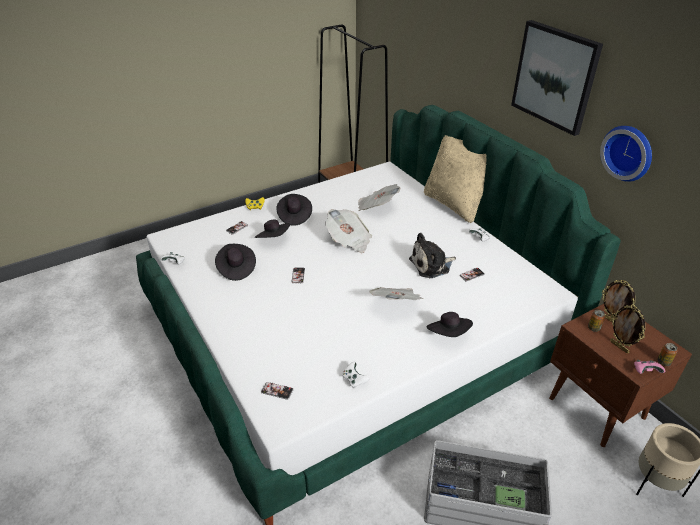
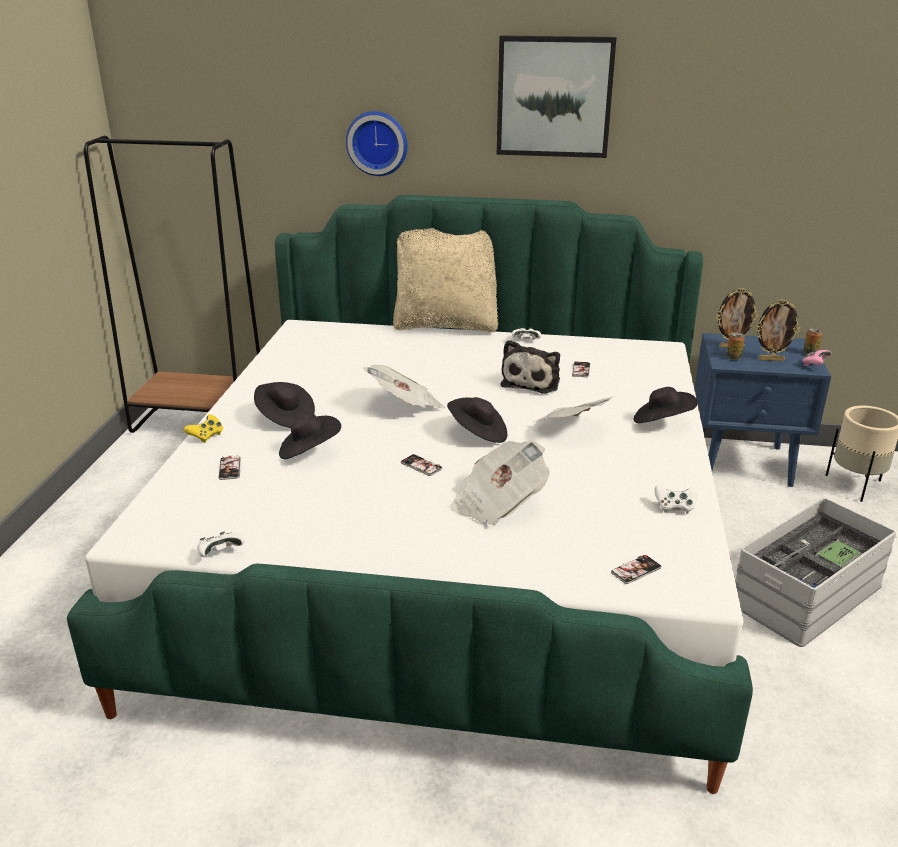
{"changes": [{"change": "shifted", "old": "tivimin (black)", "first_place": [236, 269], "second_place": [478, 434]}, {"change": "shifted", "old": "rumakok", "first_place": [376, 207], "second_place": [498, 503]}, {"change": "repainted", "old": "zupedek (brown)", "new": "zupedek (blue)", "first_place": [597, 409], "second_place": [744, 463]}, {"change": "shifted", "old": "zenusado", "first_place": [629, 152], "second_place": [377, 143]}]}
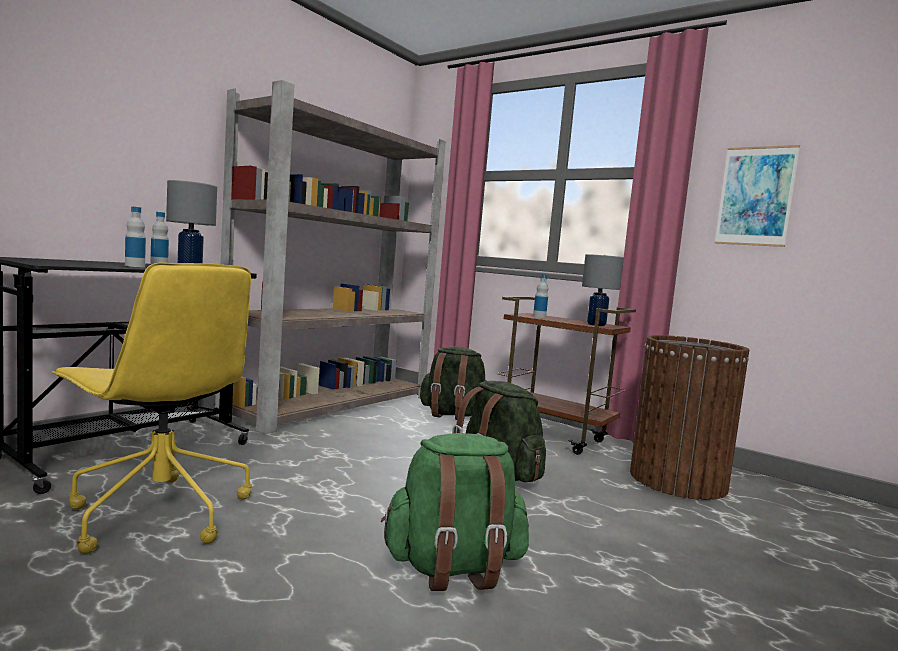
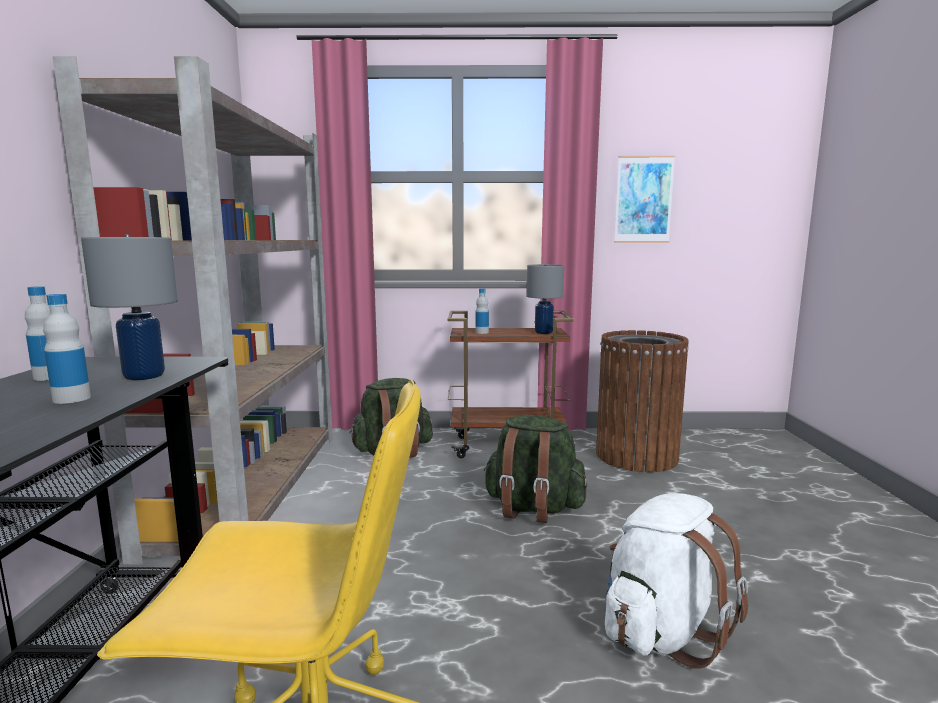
{"changes": [{"change": "repainted", "old": "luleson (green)", "new": "luleson (white)", "first_place": [453, 568], "second_place": [661, 631]}]}
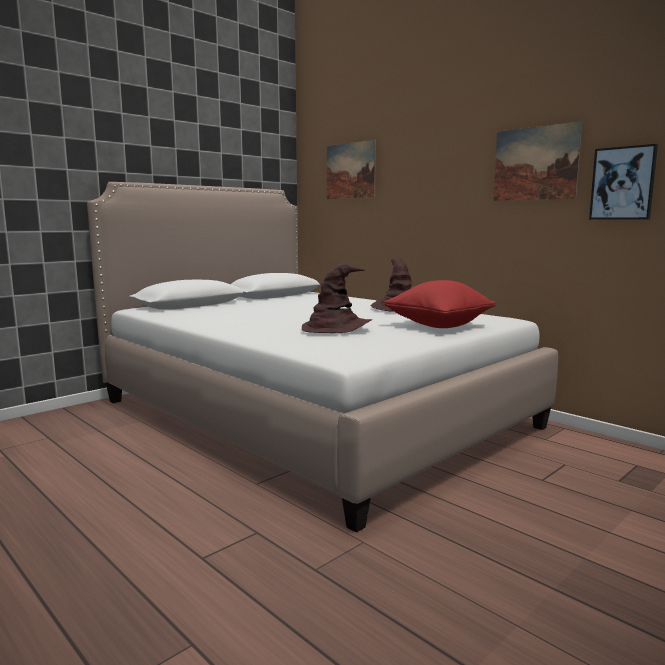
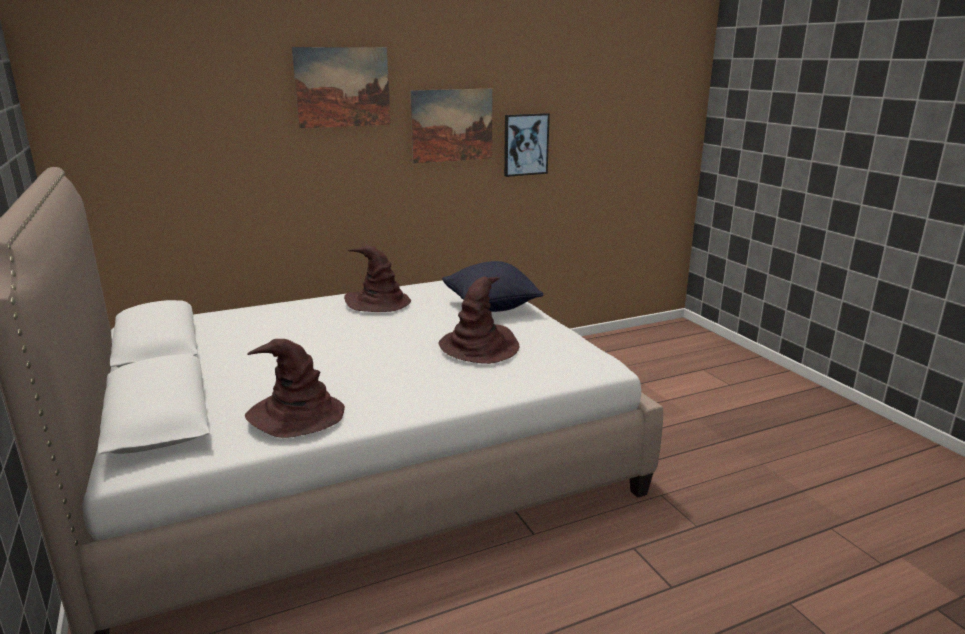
{"changes": [{"change": "shifted", "old": "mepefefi", "first_place": [350, 170], "second_place": [343, 87]}, {"change": "repainted", "old": "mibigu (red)", "new": "mibigu (black)", "first_place": [438, 326], "second_place": [491, 308]}, {"change": "new", "new": "tivimin (brown)", "second_place": [295, 415]}]}
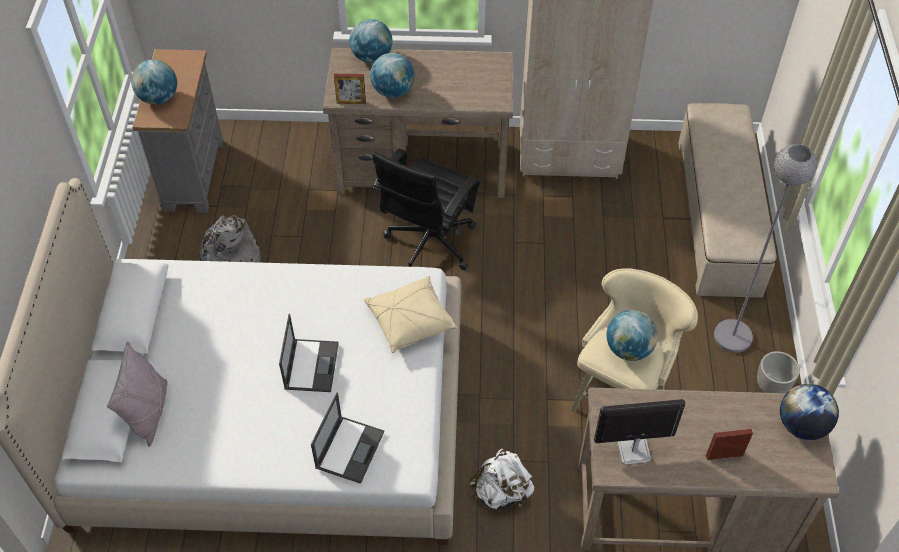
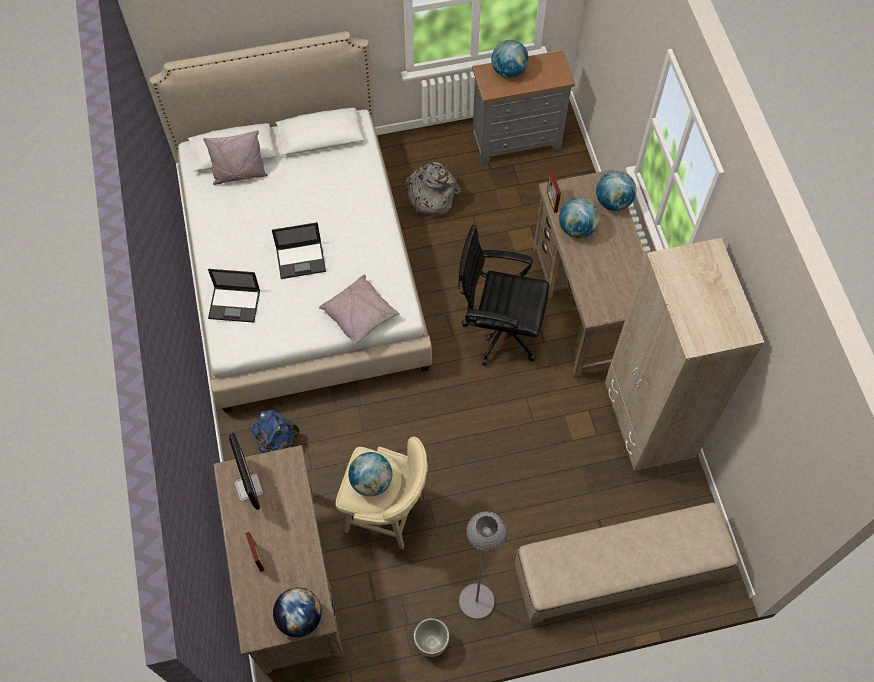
{"changes": [{"change": "repainted", "old": "mibigu (beige)", "new": "mibigu (purple)", "first_place": [410, 321], "second_place": [360, 315]}, {"change": "repainted", "old": "luleson (white)", "new": "luleson (blue)", "first_place": [501, 493], "second_place": [276, 440]}]}
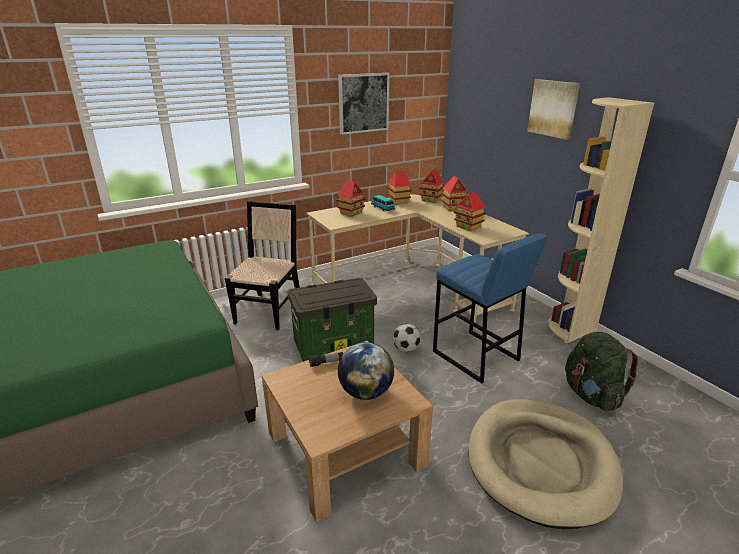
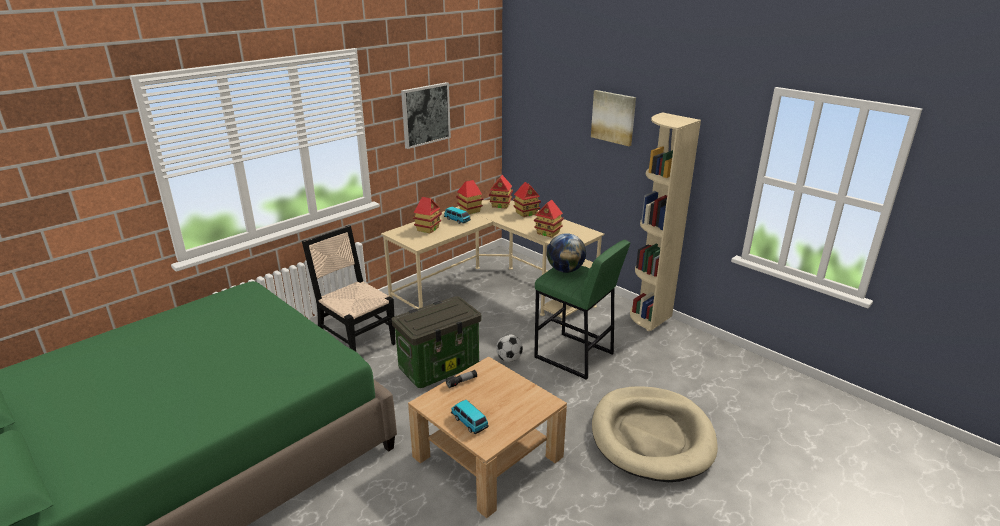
{"changes": [{"change": "rotated", "old": "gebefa", "first_place": [269, 311], "second_place": [356, 341], "degrees": -45}, {"change": "shifted", "old": "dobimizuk", "first_place": [365, 392], "second_place": [565, 270]}, {"change": "repainted", "old": "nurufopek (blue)", "new": "nurufopek (green)", "first_place": [477, 357], "second_place": [576, 356]}, {"change": "gone", "old": "luleson (green)", "first_place": [591, 395]}, {"change": "new", "new": "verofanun", "second_place": [469, 422]}]}
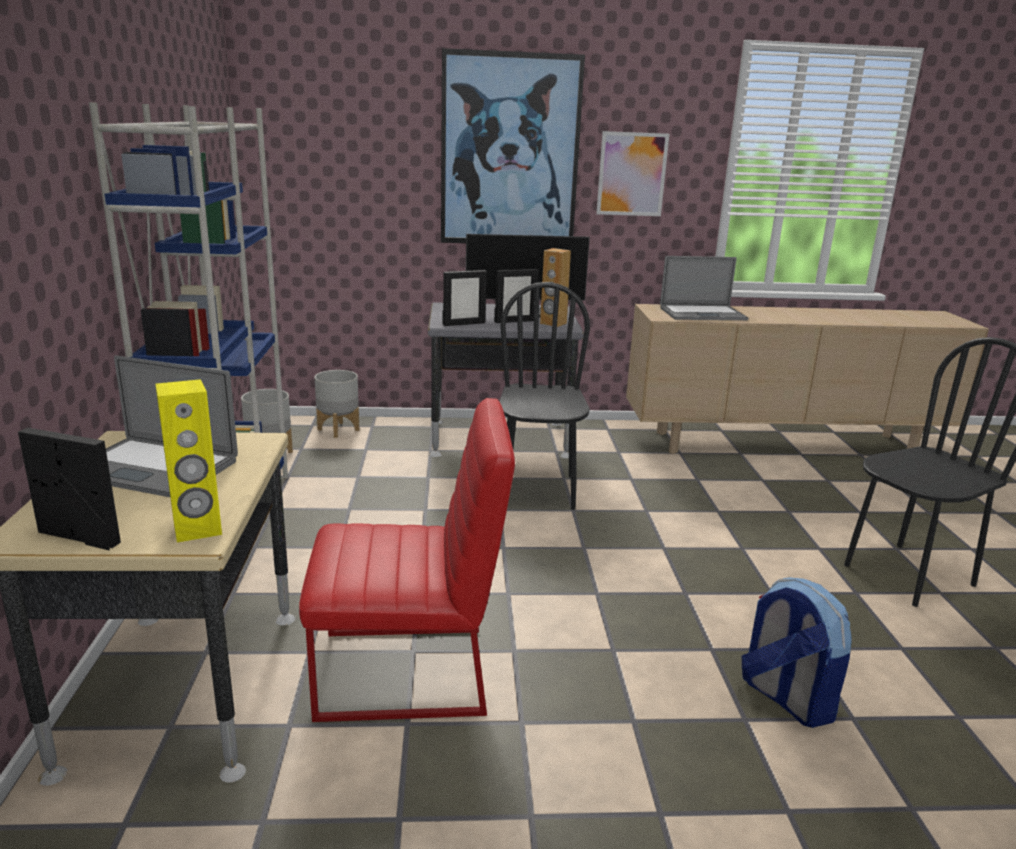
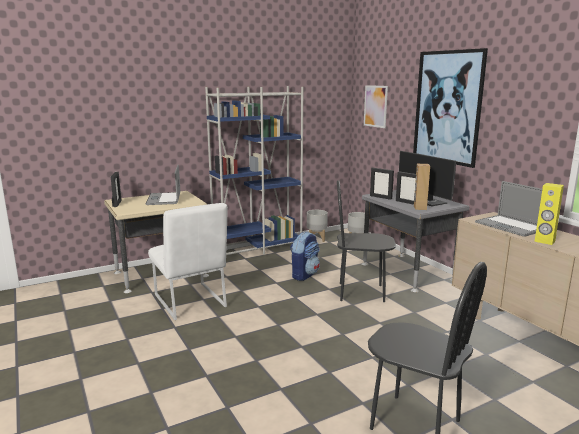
{"changes": [{"change": "shifted", "old": "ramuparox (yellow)", "first_place": [197, 530], "second_place": [544, 241]}, {"change": "repainted", "old": "gebefa (red)", "new": "gebefa (white)", "first_place": [409, 672], "second_place": [190, 301]}, {"change": "rotated", "old": "gebefa (black)", "first_place": [538, 490], "second_place": [361, 292], "degrees": -150}, {"change": "shifted", "old": "mepefefi", "first_place": [632, 174], "second_place": [375, 106]}, {"change": "shifted", "old": "luleson", "first_place": [785, 698], "second_place": [304, 275]}]}
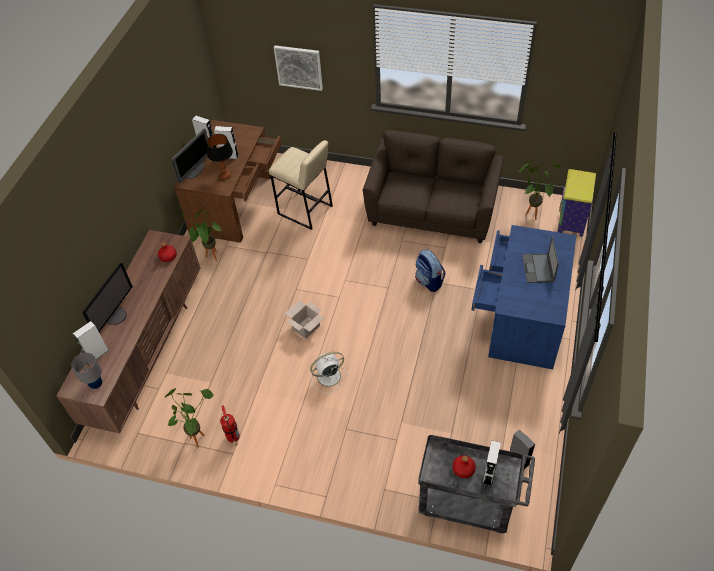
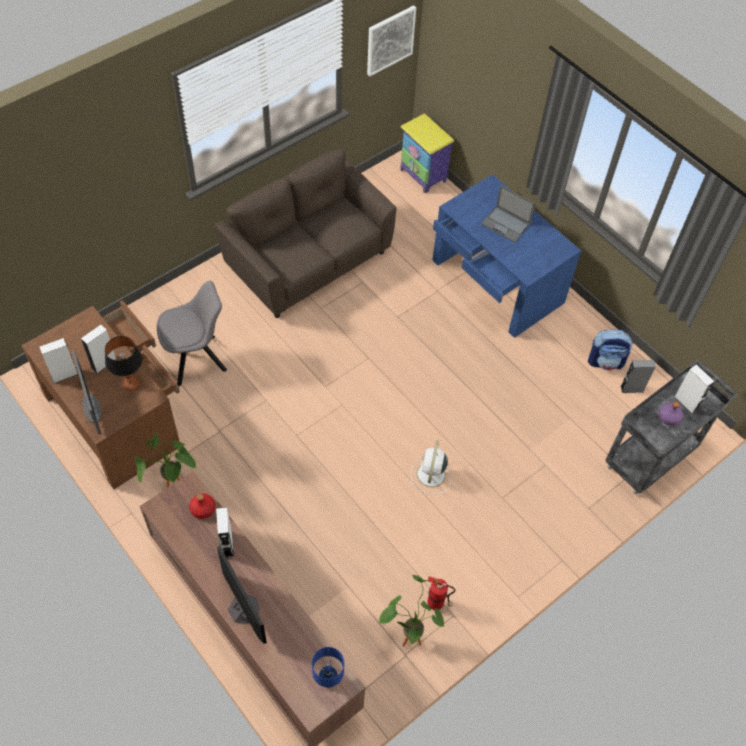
{"changes": [{"change": "repainted", "old": "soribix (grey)", "new": "soribix (blue)", "first_place": [95, 384], "second_place": [328, 680]}, {"change": "shifted", "old": "ramuparox (white)", "first_place": [97, 354], "second_place": [227, 544]}, {"change": "swapped", "old": "nurufopek (beige)", "new": "gebefa (grey)", "first_place": [306, 210], "second_place": [196, 360]}, {"change": "shifted", "old": "mepefefi", "first_place": [299, 67], "second_place": [390, 40]}, {"change": "gone", "old": "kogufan", "first_place": [306, 328]}, {"change": "shifted", "old": "luleson", "first_place": [429, 281], "second_place": [606, 361]}, {"change": "repainted", "old": "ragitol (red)", "new": "ragitol (purple)", "first_place": [463, 469], "second_place": [668, 417]}, {"change": "gone", "old": "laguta", "first_place": [532, 212]}]}
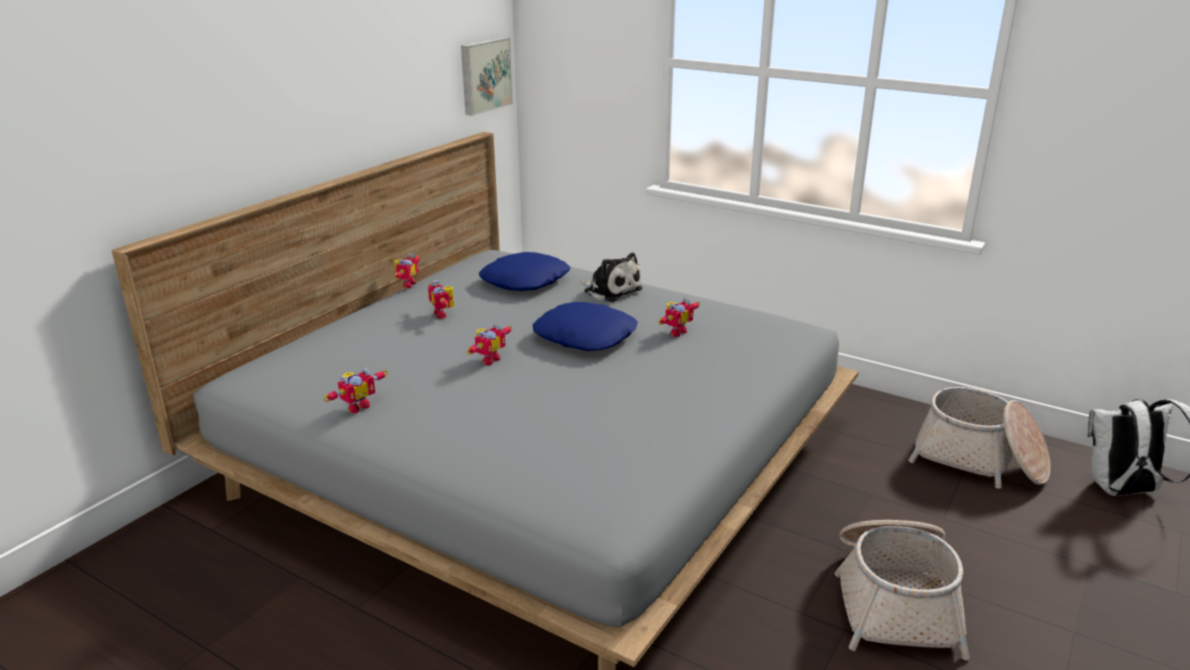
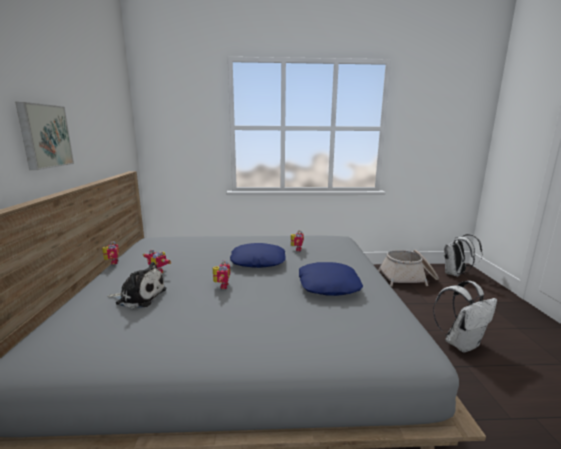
{"changes": [{"change": "gone", "old": "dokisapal", "first_place": [357, 406]}, {"change": "shifted", "old": "mepefefi", "first_place": [484, 75], "second_place": [44, 136]}, {"change": "shifted", "old": "mibigu (blue)", "first_place": [524, 281], "second_place": [328, 285]}, {"change": "shifted", "old": "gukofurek", "first_place": [611, 290], "second_place": [139, 296]}, {"change": "swapped", "old": "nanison", "new": "luleson (white)", "first_place": [894, 600], "second_place": [461, 343]}]}
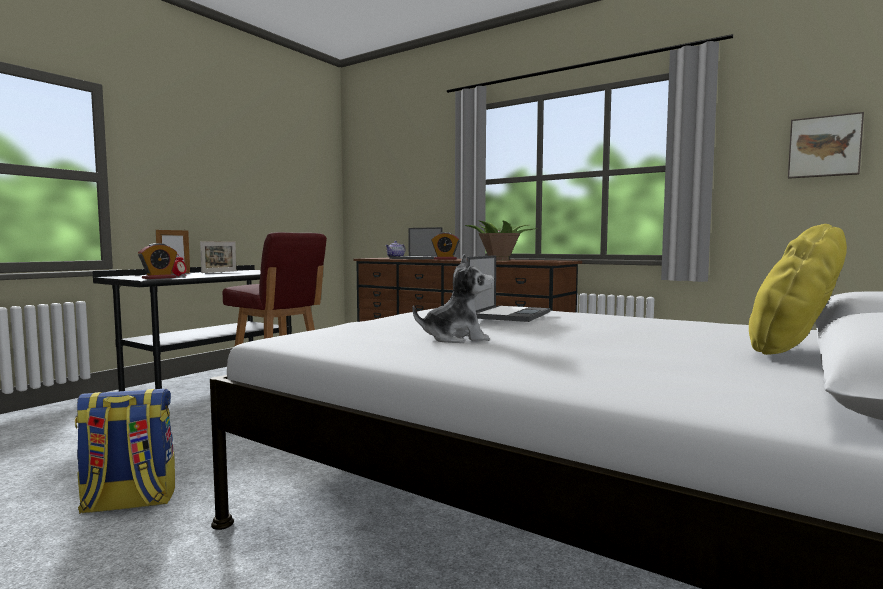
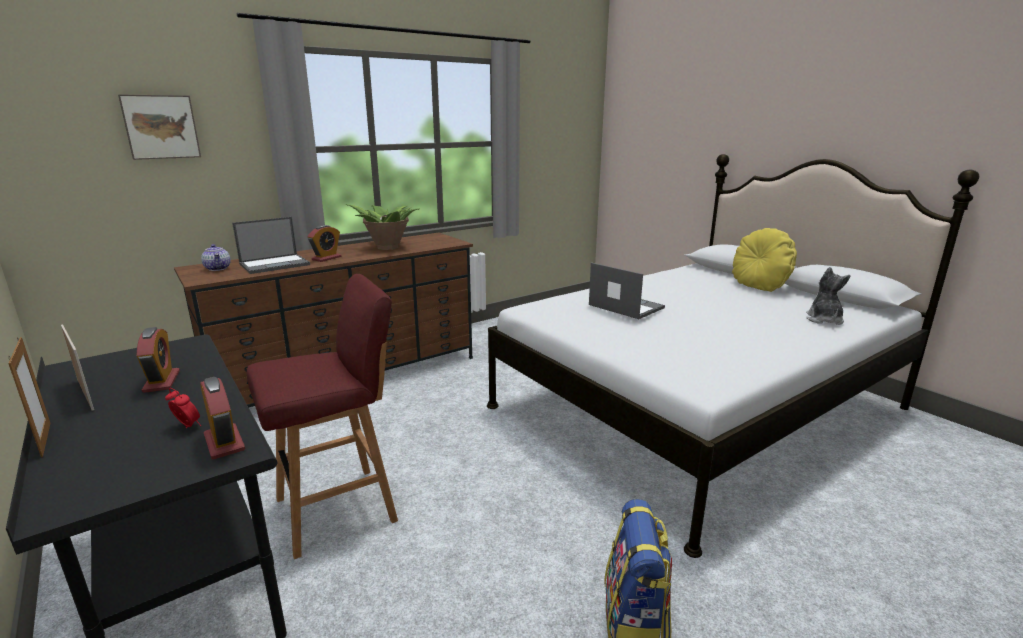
{"changes": [{"change": "shifted", "old": "gukofurek", "first_place": [456, 339], "second_place": [823, 320]}, {"change": "shifted", "old": "mepefefi", "first_place": [824, 147], "second_place": [161, 127]}, {"change": "new", "new": "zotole", "second_place": [162, 381]}]}
